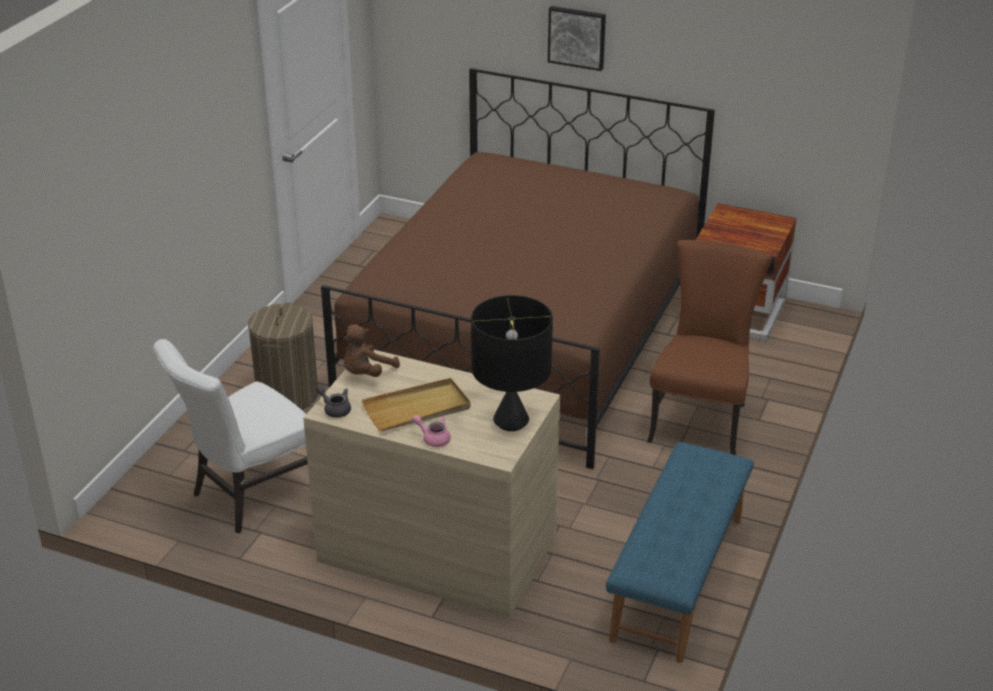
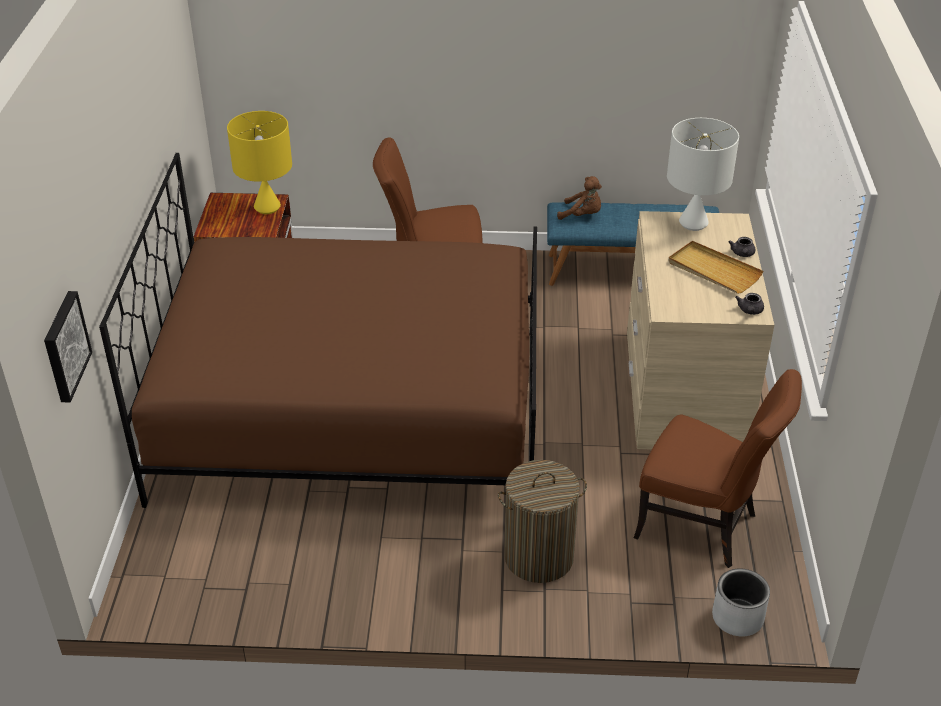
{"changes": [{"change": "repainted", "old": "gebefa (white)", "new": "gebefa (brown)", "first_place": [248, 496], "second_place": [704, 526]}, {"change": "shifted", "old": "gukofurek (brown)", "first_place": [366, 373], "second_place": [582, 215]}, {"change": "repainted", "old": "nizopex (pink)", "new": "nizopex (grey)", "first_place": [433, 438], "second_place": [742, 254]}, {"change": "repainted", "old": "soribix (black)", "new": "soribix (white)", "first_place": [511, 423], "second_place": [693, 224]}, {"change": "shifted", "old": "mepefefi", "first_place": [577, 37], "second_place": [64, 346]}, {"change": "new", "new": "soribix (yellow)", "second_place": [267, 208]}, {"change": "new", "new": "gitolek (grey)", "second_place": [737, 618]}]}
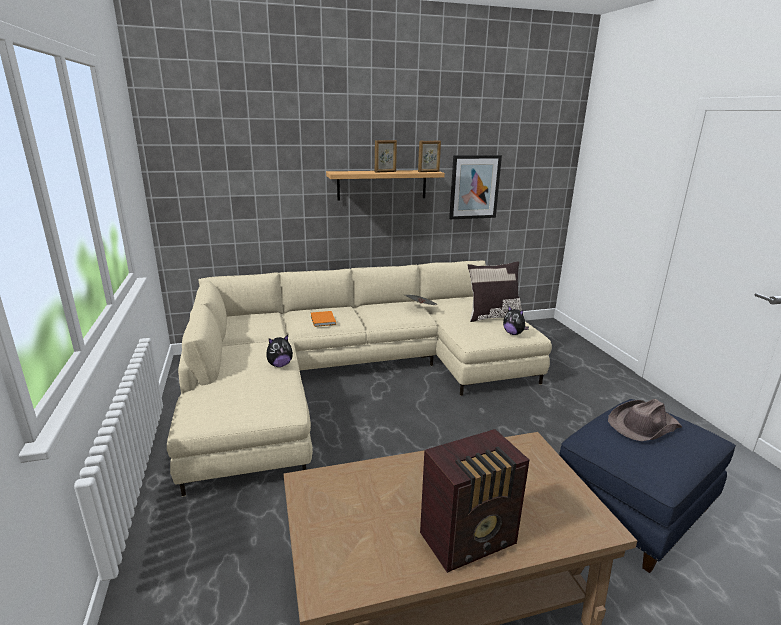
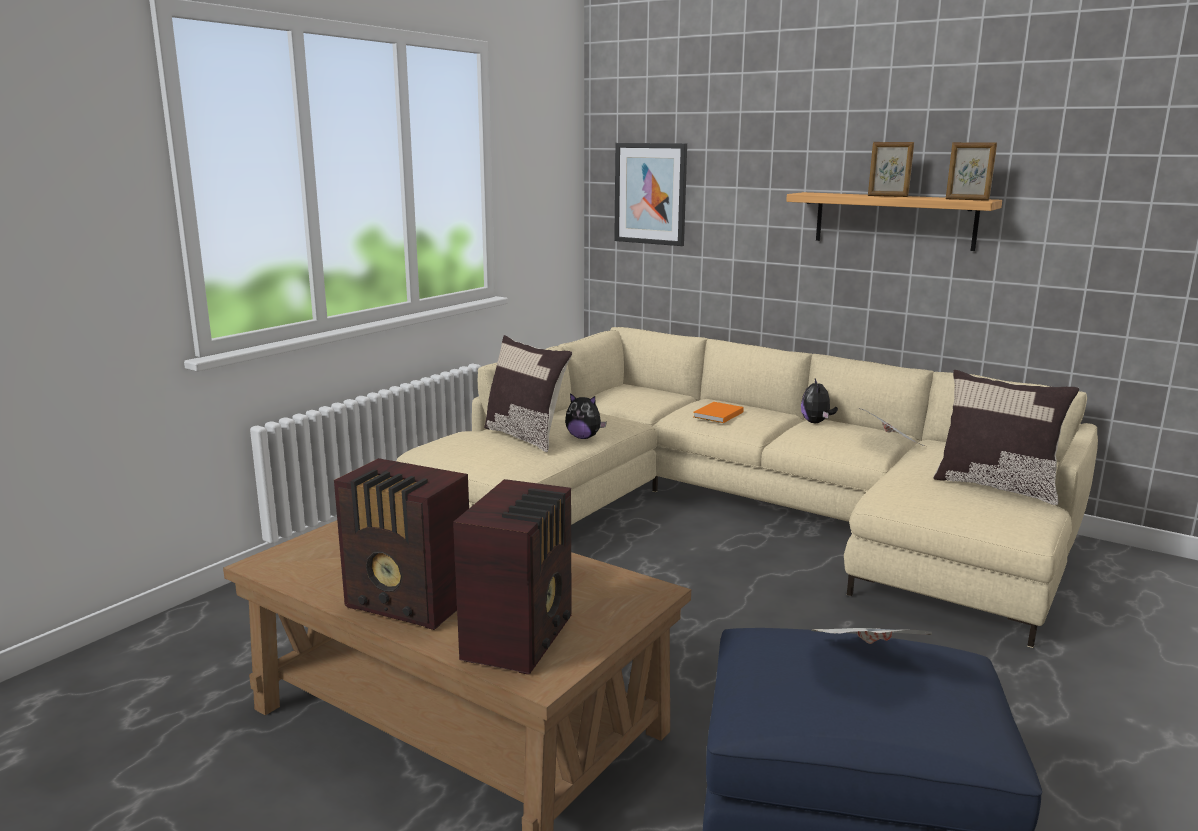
{"changes": [{"change": "shifted", "old": "mepefefi", "first_place": [474, 187], "second_place": [650, 193]}, {"change": "shifted", "old": "gukofurek", "first_place": [513, 333], "second_place": [816, 422]}, {"change": "swapped", "old": "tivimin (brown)", "new": "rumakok", "first_place": [643, 425], "second_place": [866, 660]}, {"change": "new", "new": "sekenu", "second_place": [521, 637]}, {"change": "new", "new": "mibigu", "second_place": [526, 437]}]}
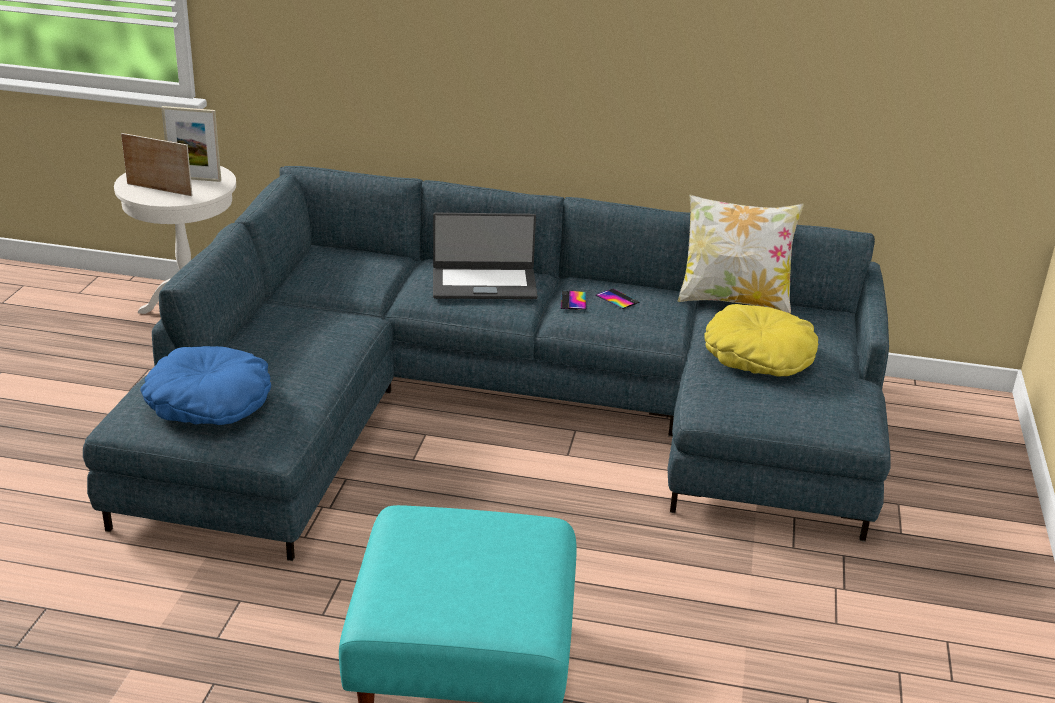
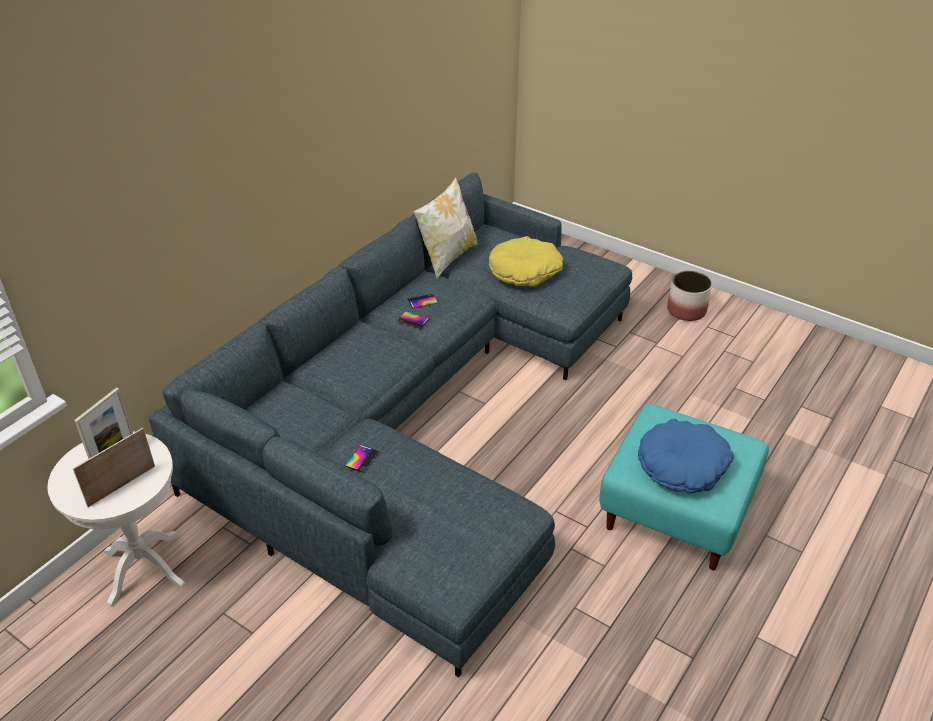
{"changes": [{"change": "shifted", "old": "mibigu (blue)", "first_place": [211, 402], "second_place": [680, 465]}, {"change": "gone", "old": "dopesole", "first_place": [484, 284]}, {"change": "new", "new": "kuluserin", "second_place": [362, 458]}, {"change": "new", "new": "gitolek", "second_place": [687, 310]}]}
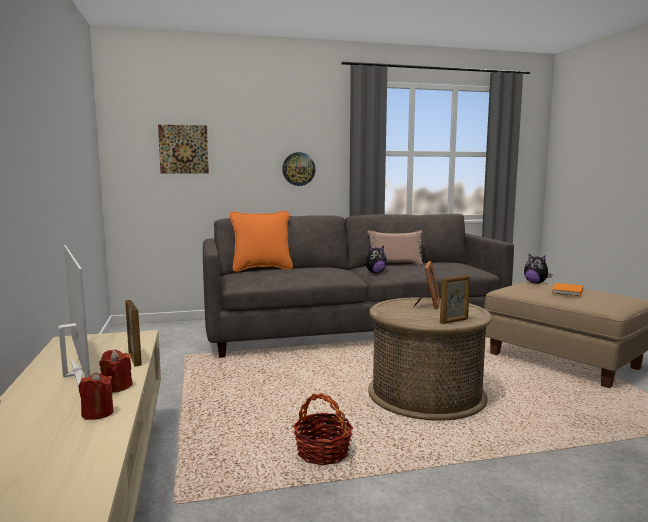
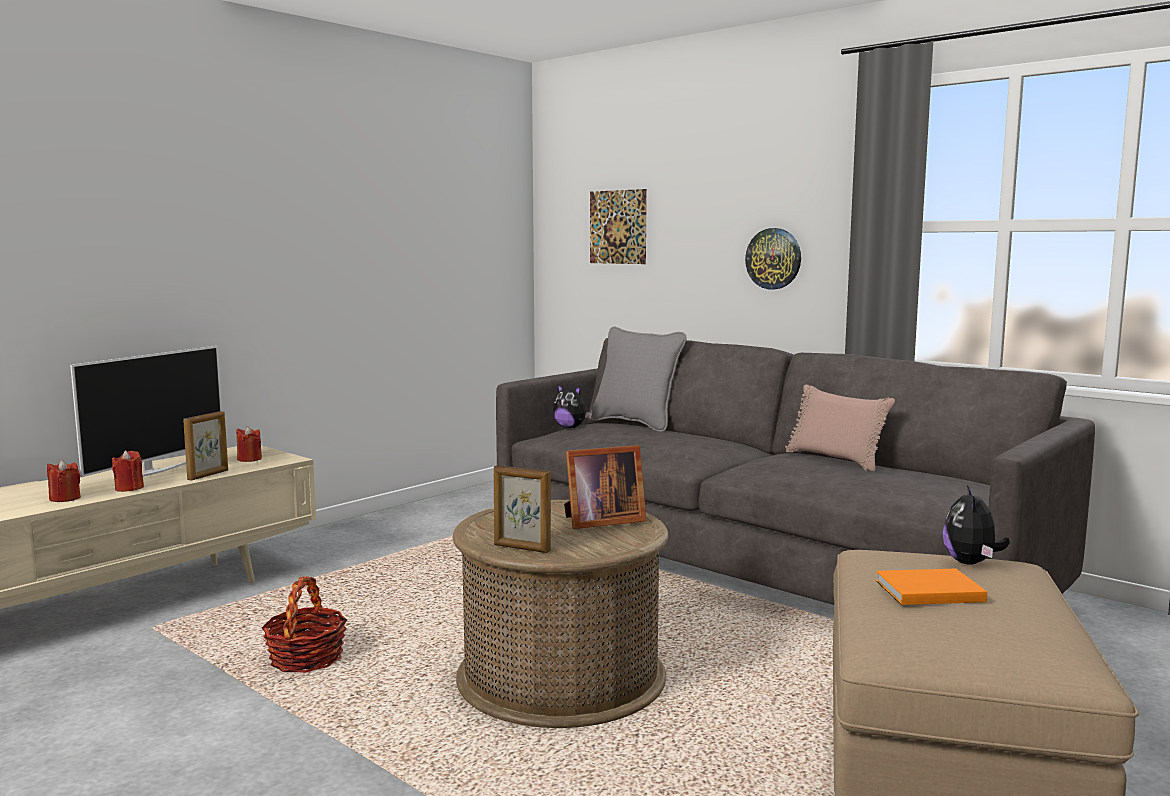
{"changes": [{"change": "repainted", "old": "mibigu (orange)", "new": "mibigu (grey)", "first_place": [261, 269], "second_place": [636, 423]}, {"change": "shifted", "old": "gukofurek", "first_place": [375, 273], "second_place": [570, 427]}, {"change": "new", "new": "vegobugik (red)", "second_place": [249, 459]}]}
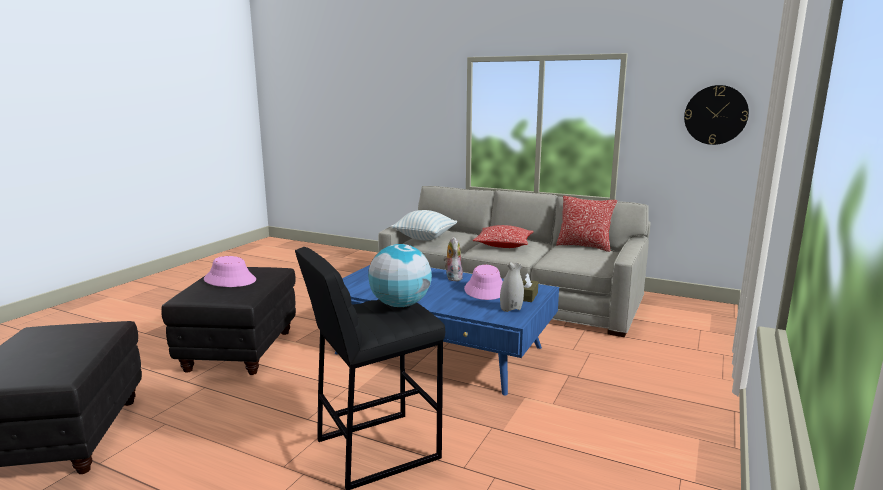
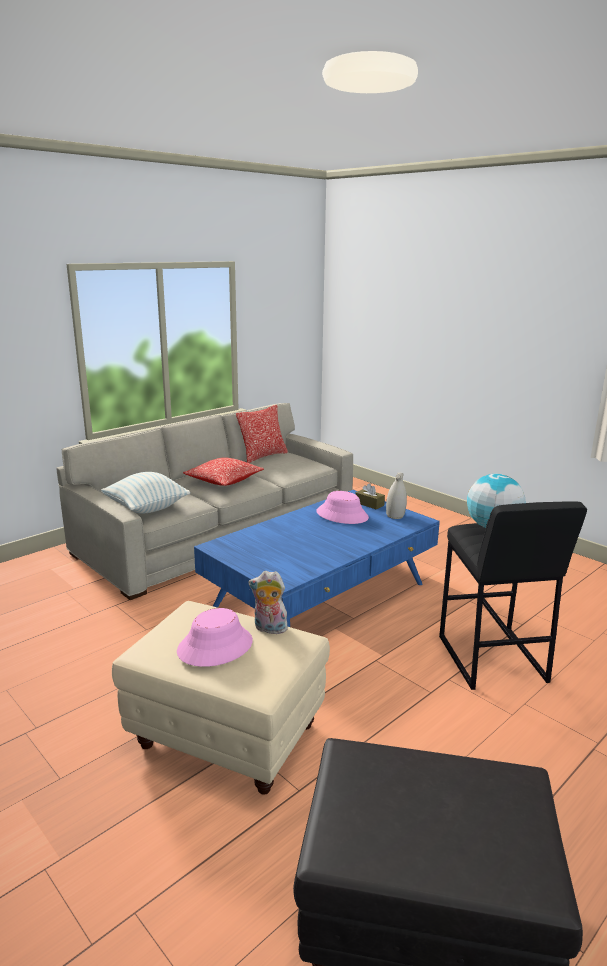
{"changes": [{"change": "repainted", "old": "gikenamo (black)", "new": "gikenamo (beige)", "first_place": [241, 350], "second_place": [228, 734]}, {"change": "shifted", "old": "gukofurek", "first_place": [452, 278], "second_place": [269, 629]}, {"change": "gone", "old": "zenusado", "first_place": [715, 115]}]}
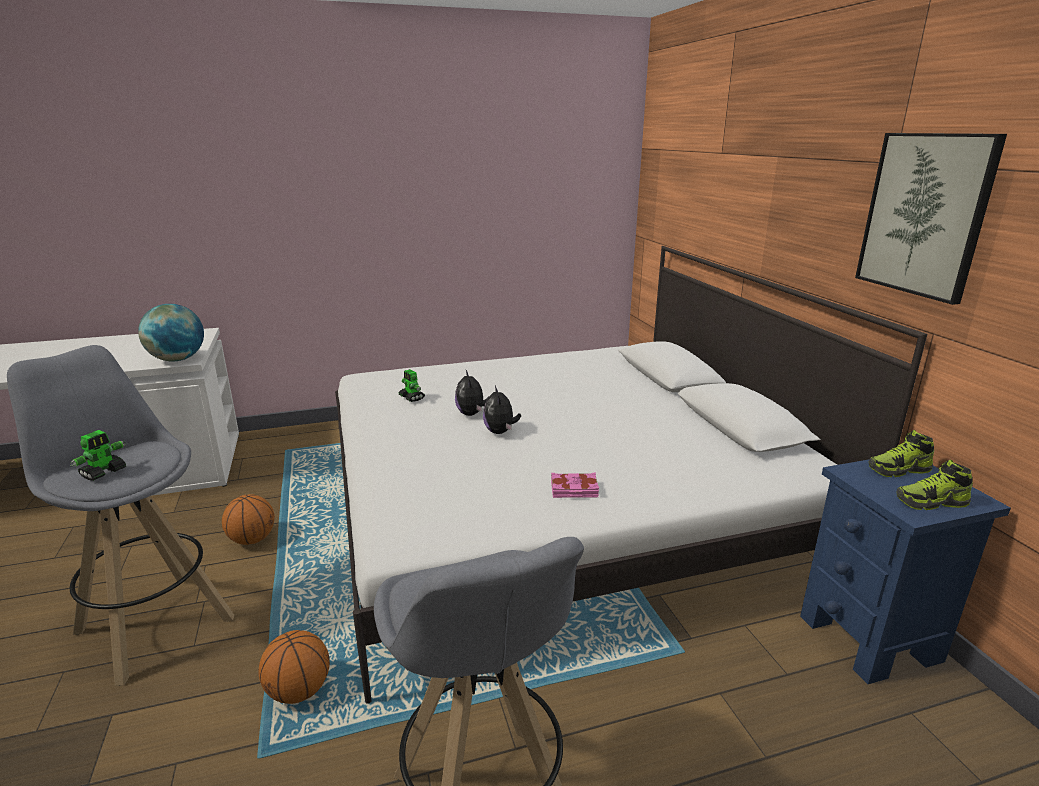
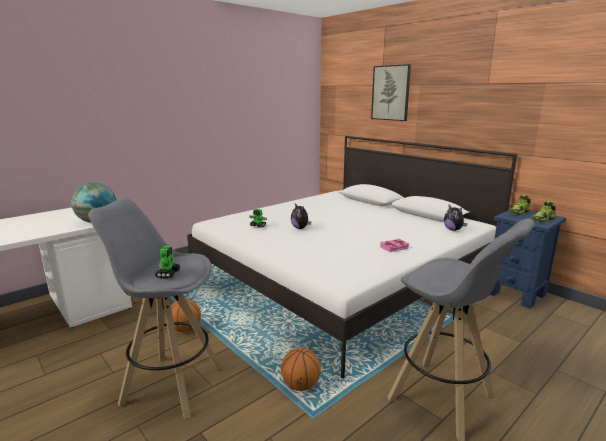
{"changes": [{"change": "shifted", "old": "gukofurek", "first_place": [500, 432], "second_place": [453, 230]}, {"change": "shifted", "old": "mepefefi", "first_place": [925, 215], "second_place": [391, 93]}]}
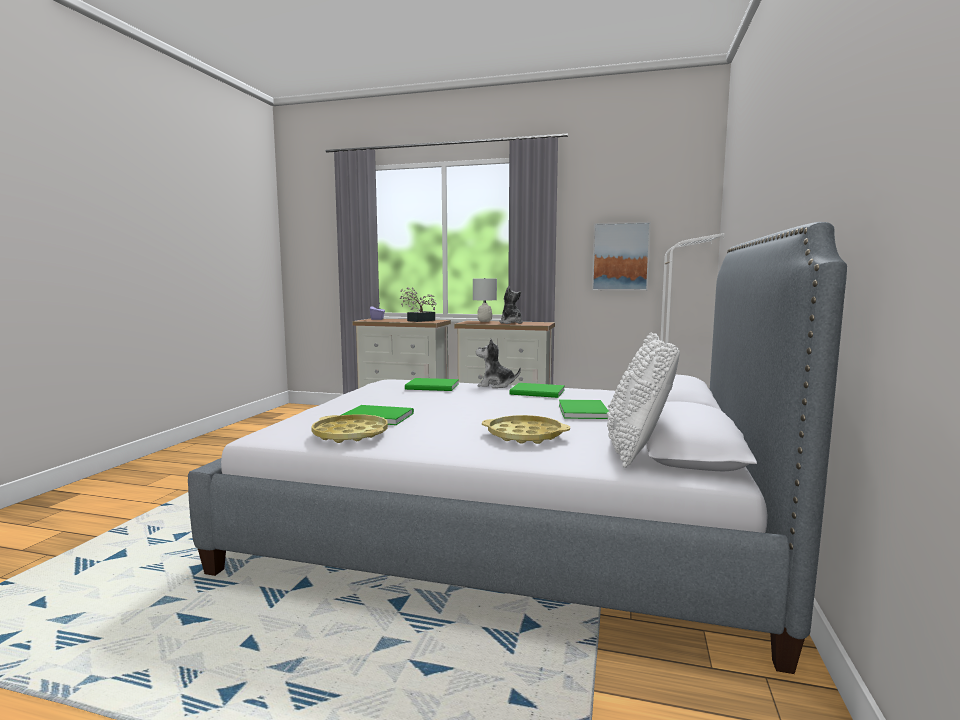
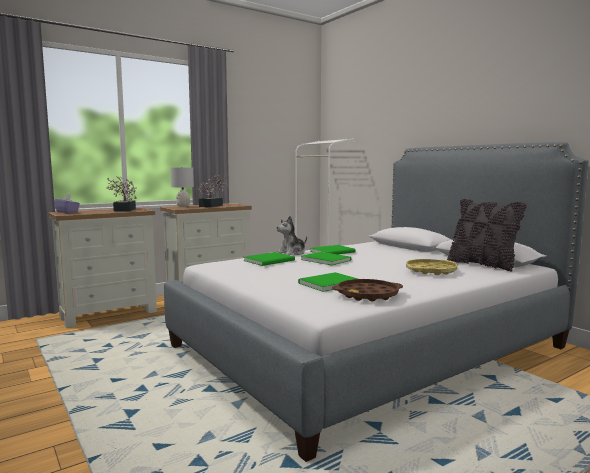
{"changes": [{"change": "repainted", "old": "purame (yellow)", "new": "purame (brown)", "first_place": [350, 434], "second_place": [367, 295]}, {"change": "swapped", "old": "gukofurek", "new": "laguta", "first_place": [511, 323], "second_place": [213, 206]}, {"change": "shifted", "old": "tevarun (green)", "first_place": [584, 411], "second_place": [325, 259]}, {"change": "gone", "old": "mepefefi", "first_place": [620, 256]}, {"change": "repainted", "old": "mibigu (white)", "new": "mibigu (black)", "first_place": [635, 450], "second_place": [482, 265]}]}
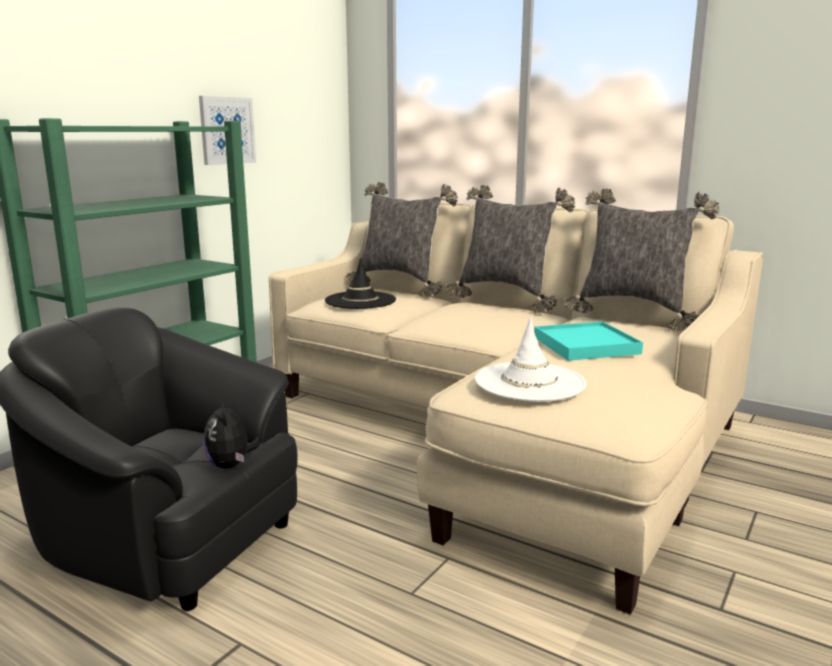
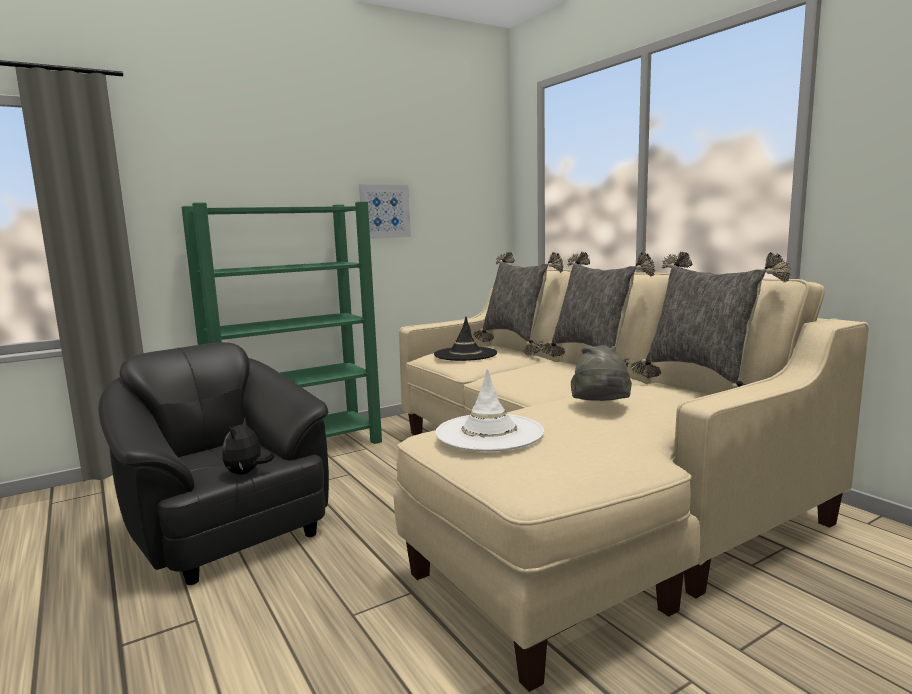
{"changes": [{"change": "swapped", "old": "purame (turquoise)", "new": "tivimin (grey)", "first_place": [586, 345], "second_place": [601, 407]}]}
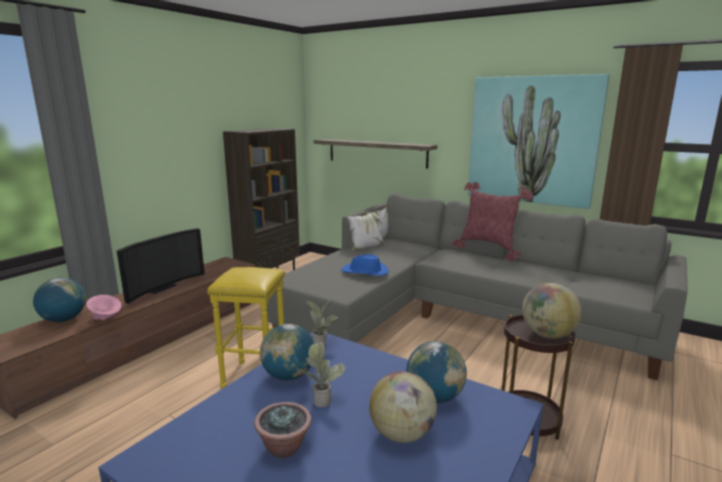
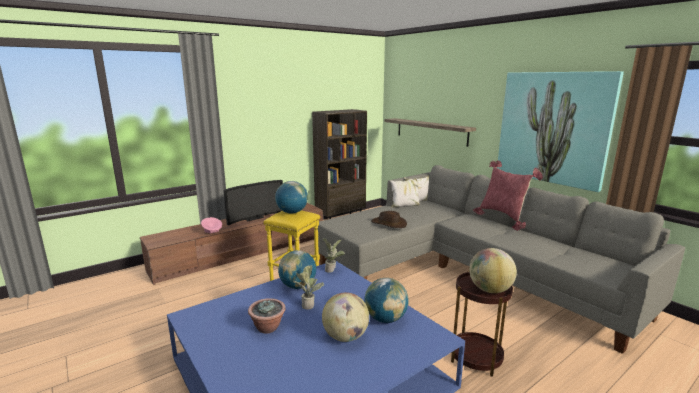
{"changes": [{"change": "shifted", "old": "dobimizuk", "first_place": [64, 319], "second_place": [292, 212]}, {"change": "repainted", "old": "tivimin (blue)", "new": "tivimin (brown)", "first_place": [365, 272], "second_place": [388, 224]}]}
